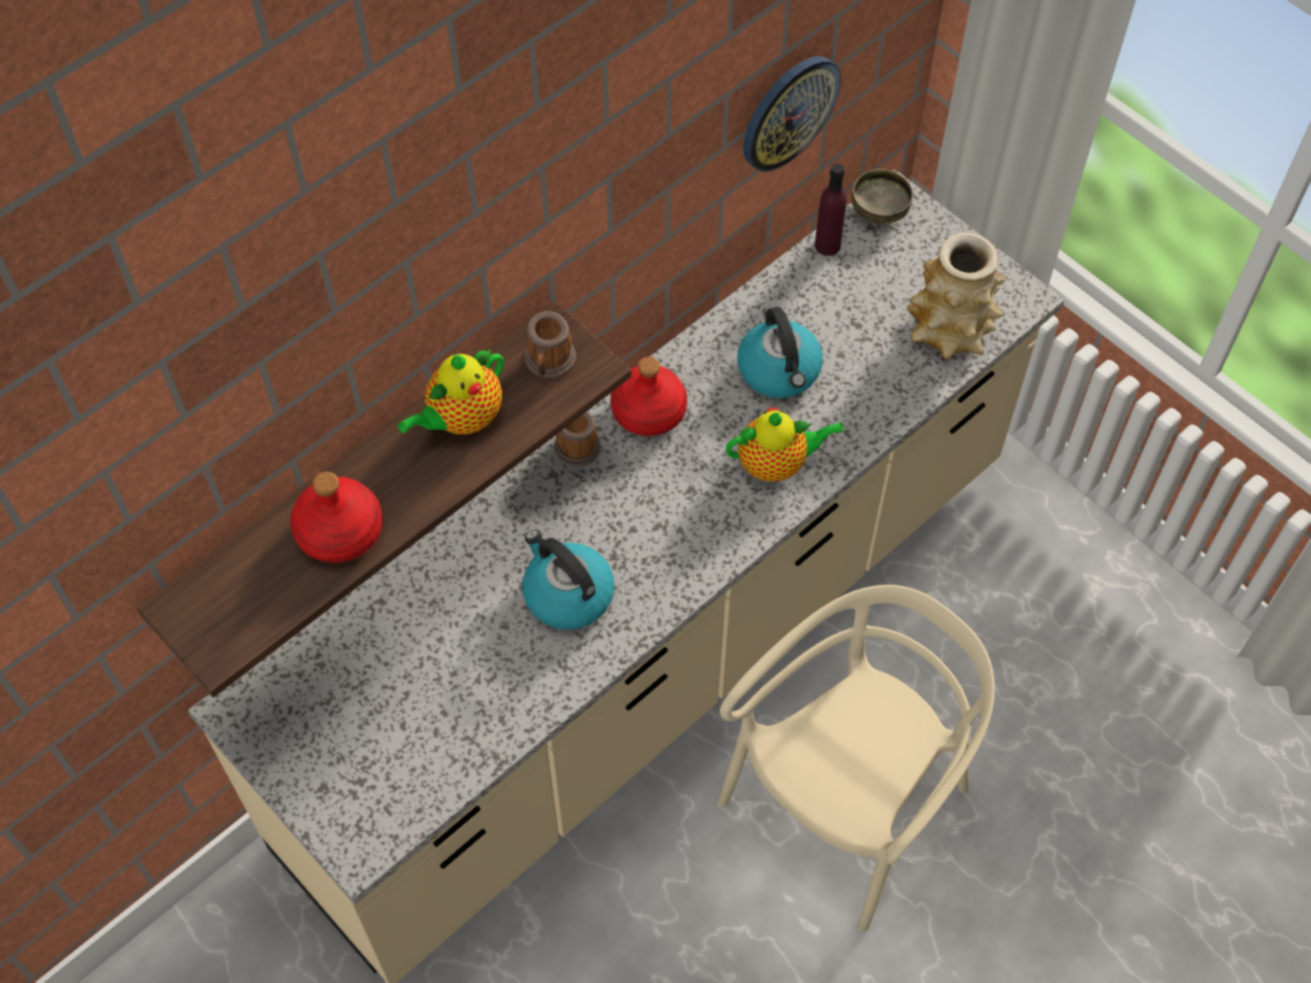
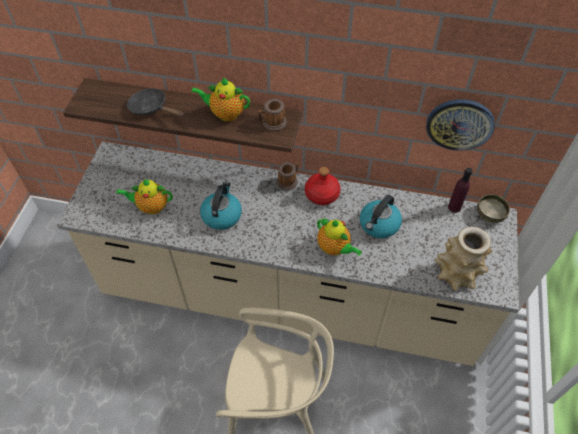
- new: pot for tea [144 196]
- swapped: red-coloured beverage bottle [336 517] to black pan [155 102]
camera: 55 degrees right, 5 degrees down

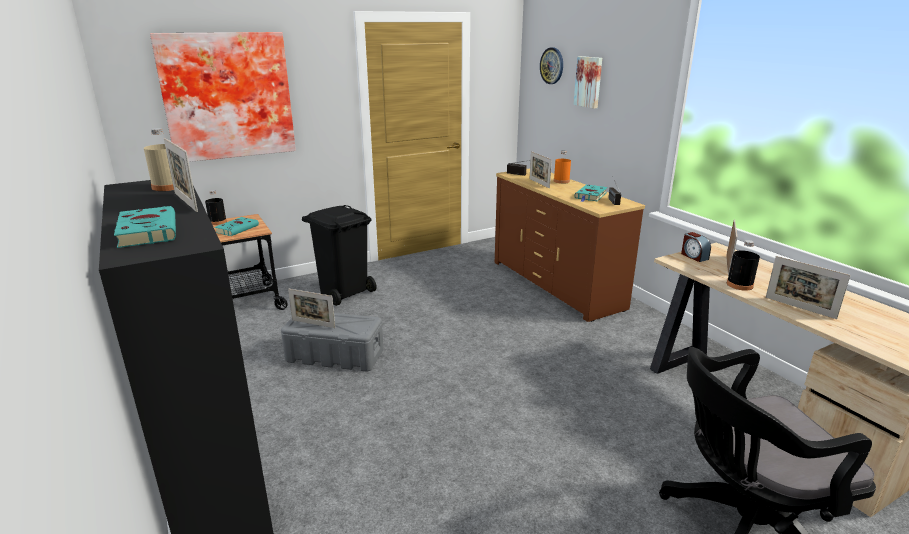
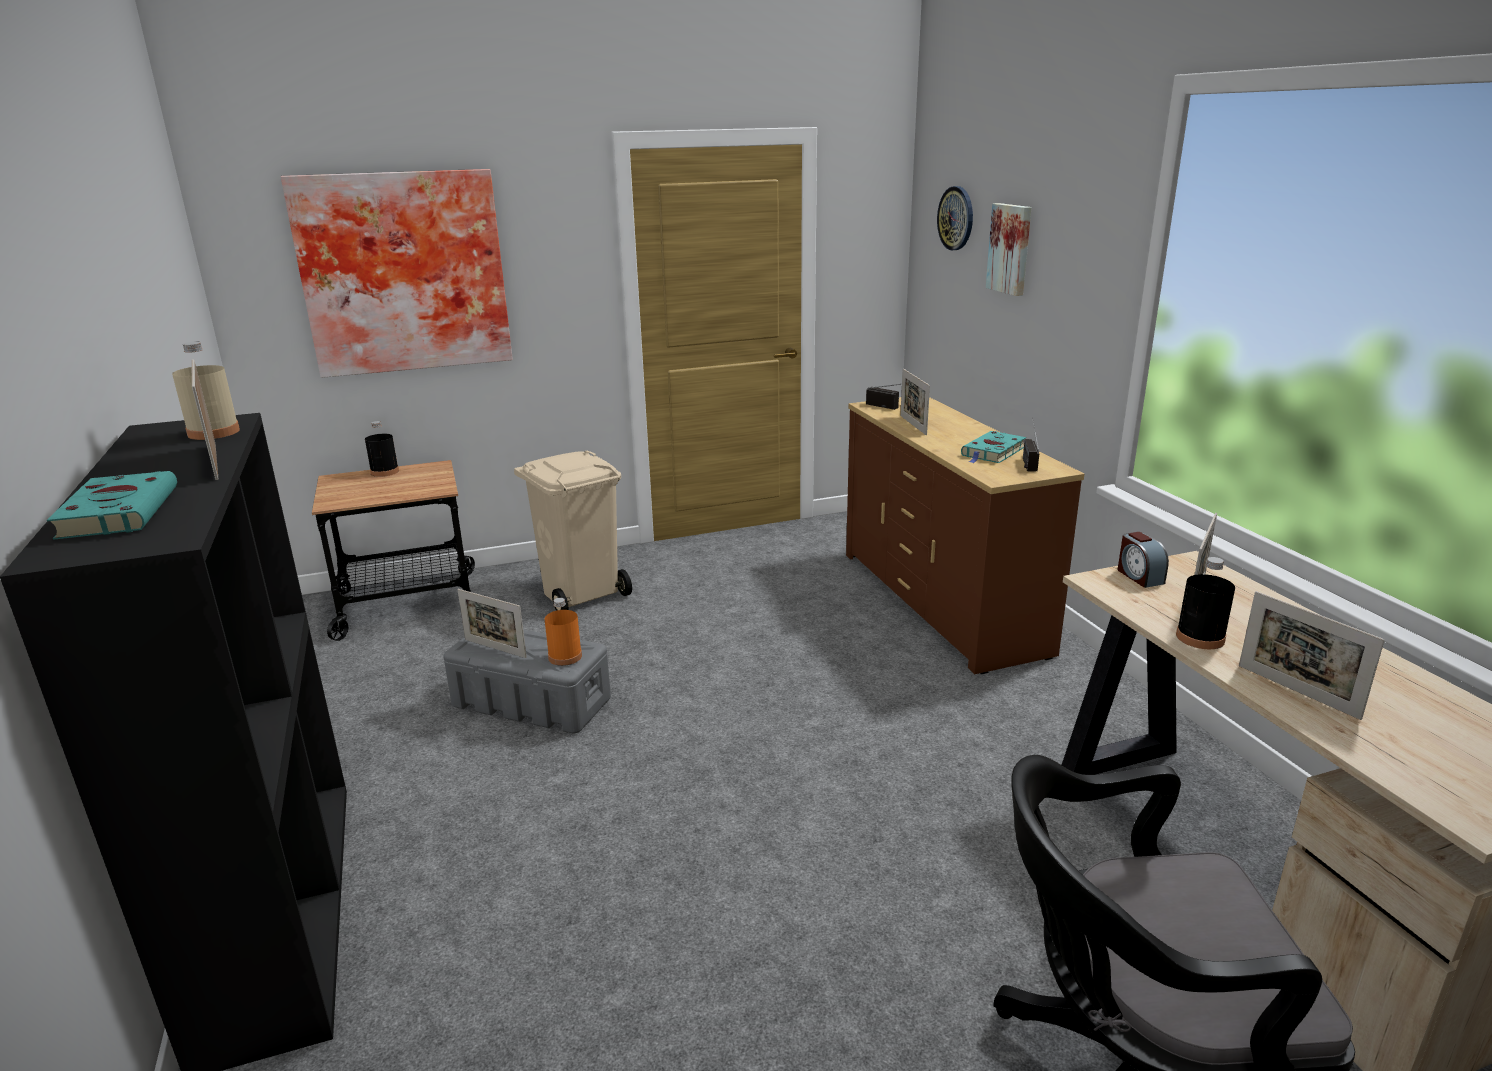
- gone: blue-green book [237 226]
- shifted: orange beverage bottle [562 167] to [563 632]
- repainted: black rubbish bin [339 255] to beige rubbish bin [573 531]
camera: 10 degrees right, 0 degrees up

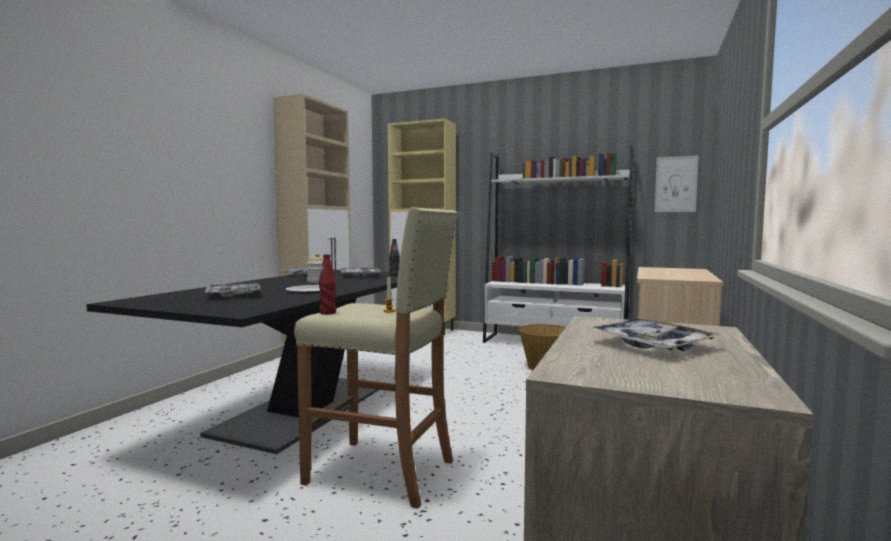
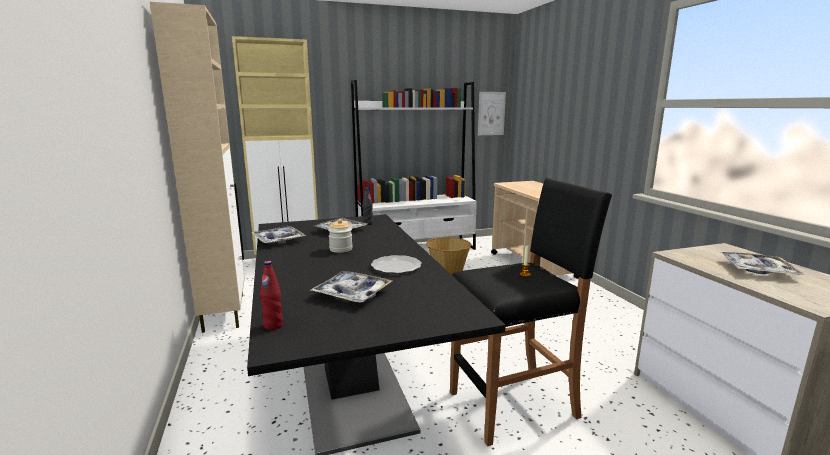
- shifted: red-coloured beverage bottle [327 284] to [271 295]
- repainted: beige stool seat [376 358] to black stool seat [531 312]
camera: 40 degrees left, 10 degrees up

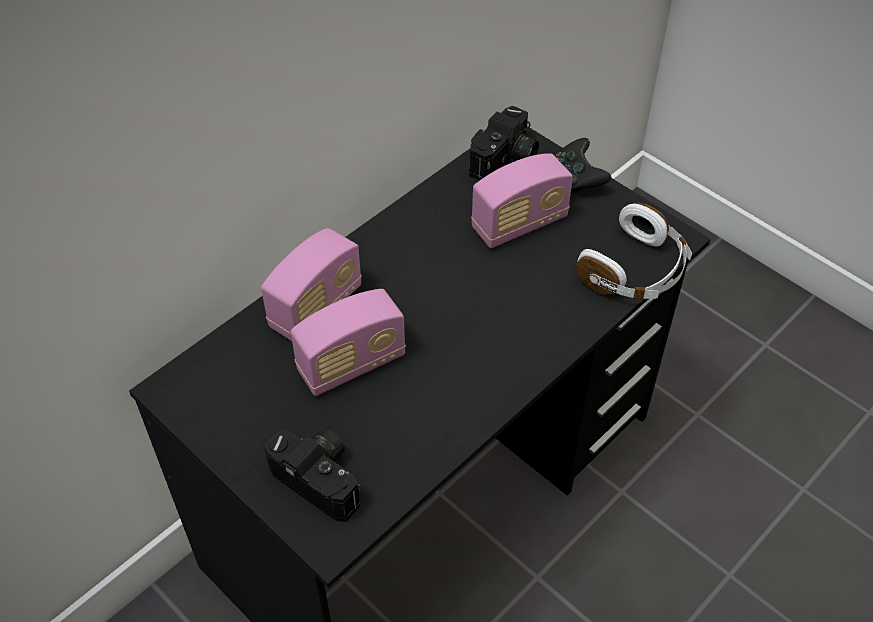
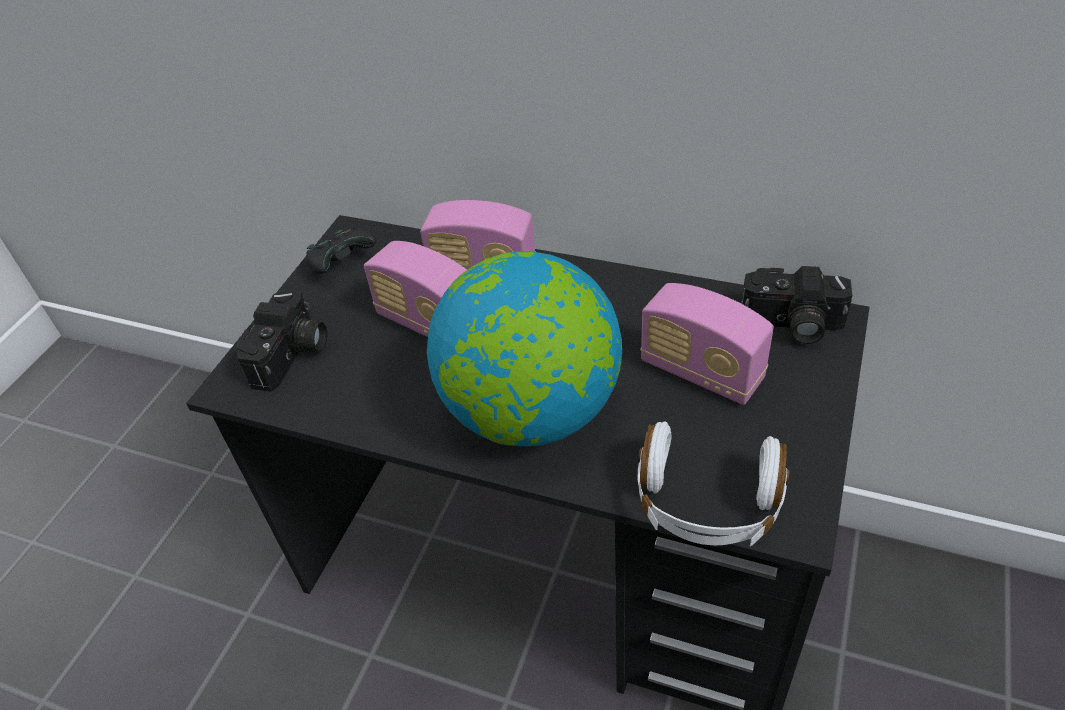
- new: globe [524 348]
- shifted: black game controller [583 166] to [341 251]
camera: 70 degrees right, 5 degrees down

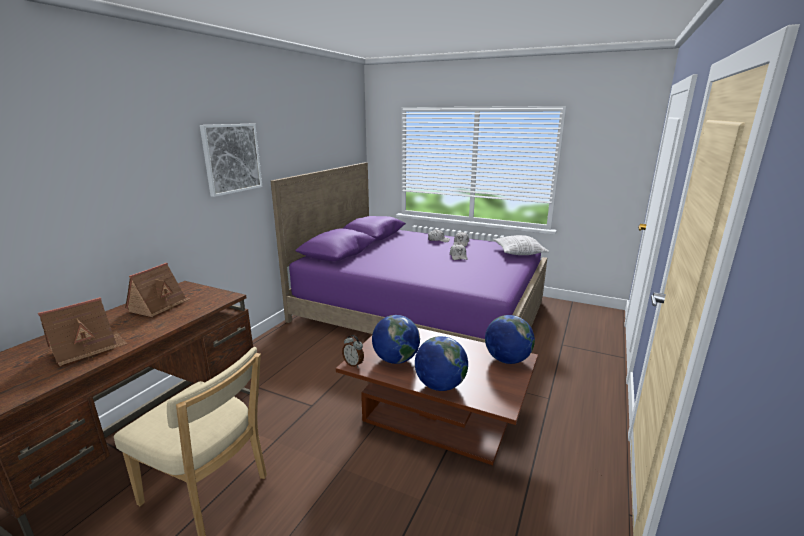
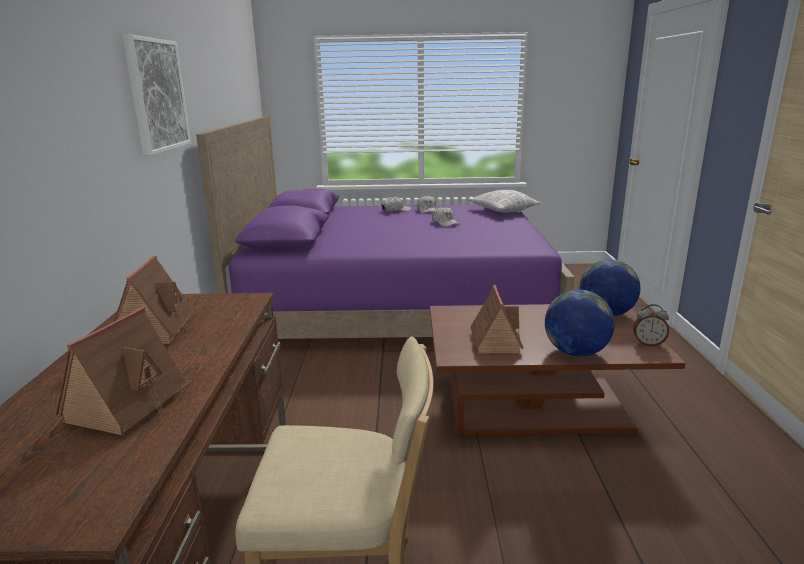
- shifted: bedside clock [353 351] to [651 325]
- swapped: globe [396 339] to model house [497 319]
camera: 25 degrees left, 0 degrees up

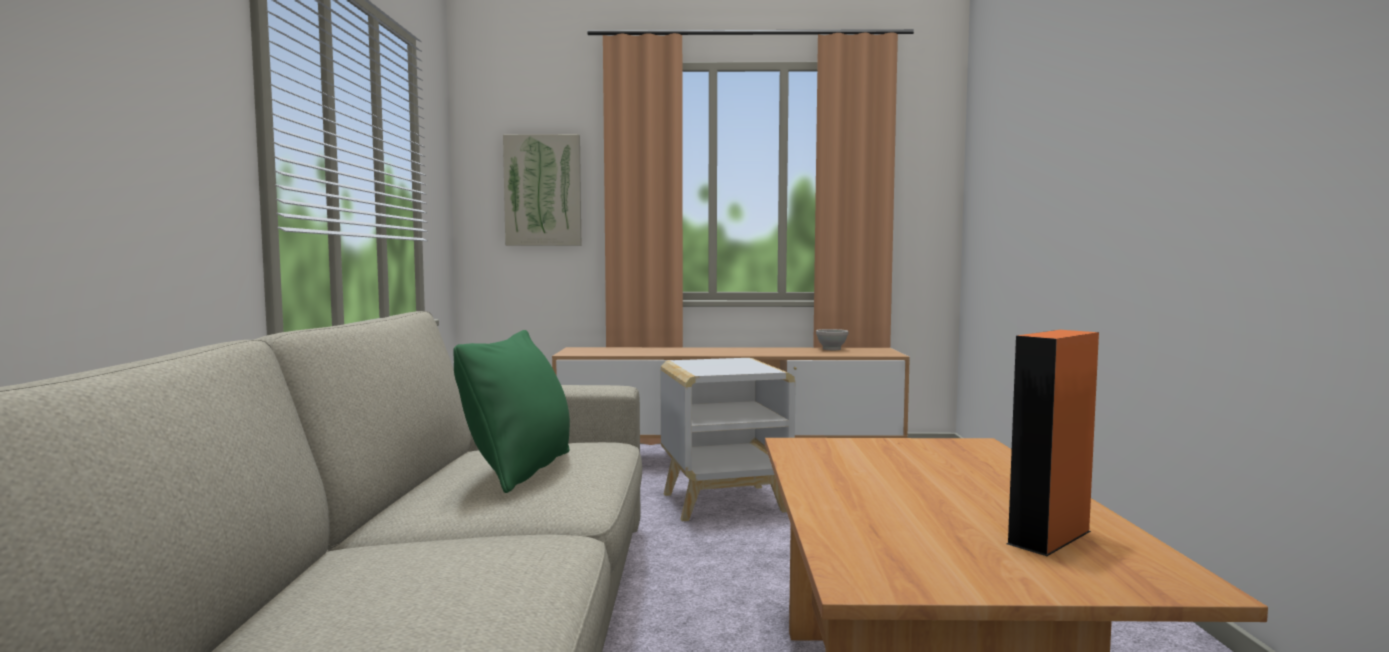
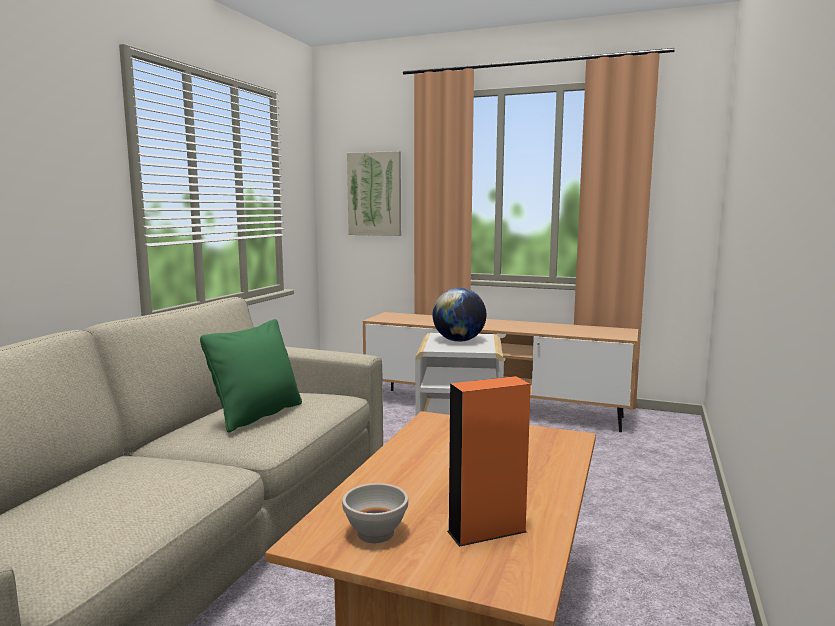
- new: globe [459 315]
- shifted: whitish bowl [832 339] to [375 513]
camera: 20 degrees right, 5 degrees up

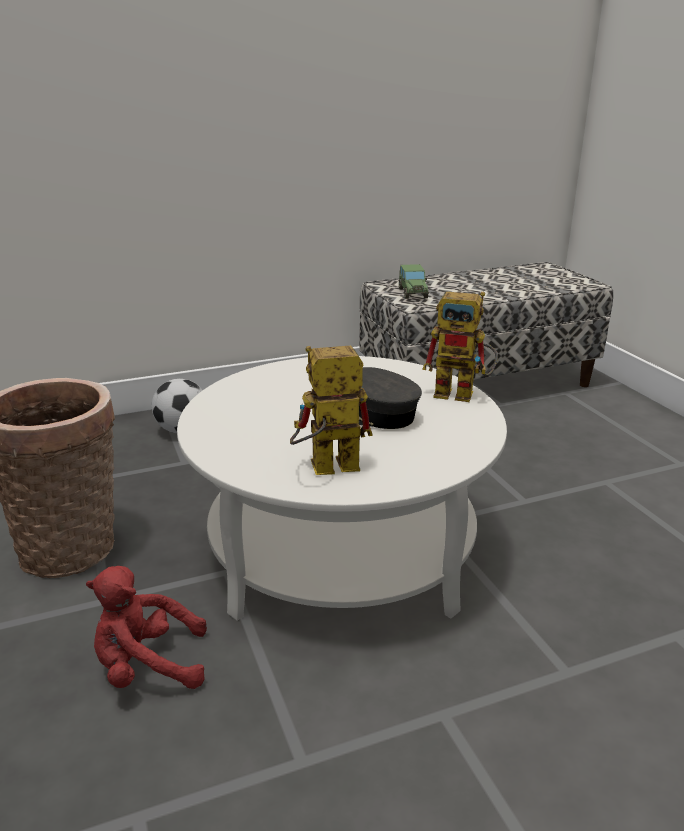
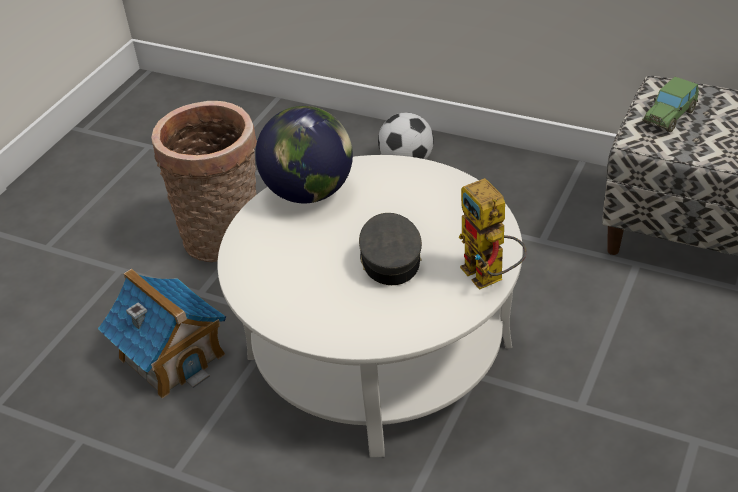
- gone: model robot [331 410]
- new: globe [304 154]
- swapped: red-coloured soft toy [146 627] to model house [162 333]
camera: 50 degrees right, 15 degrees up

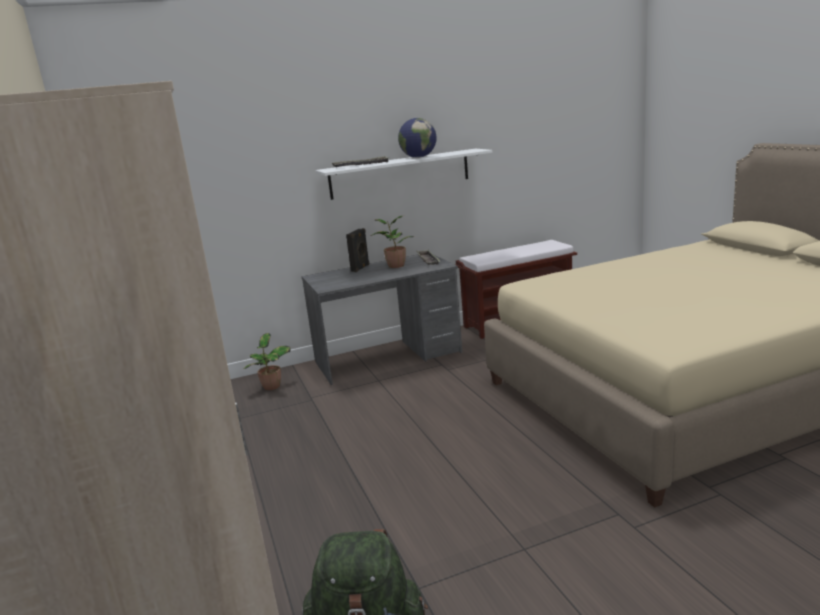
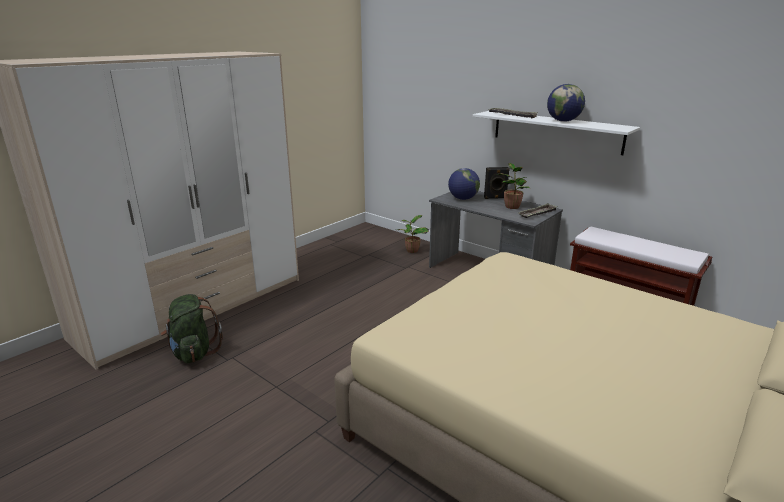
- new: globe [464 184]
camera: 60 degrees right, 5 degrees up

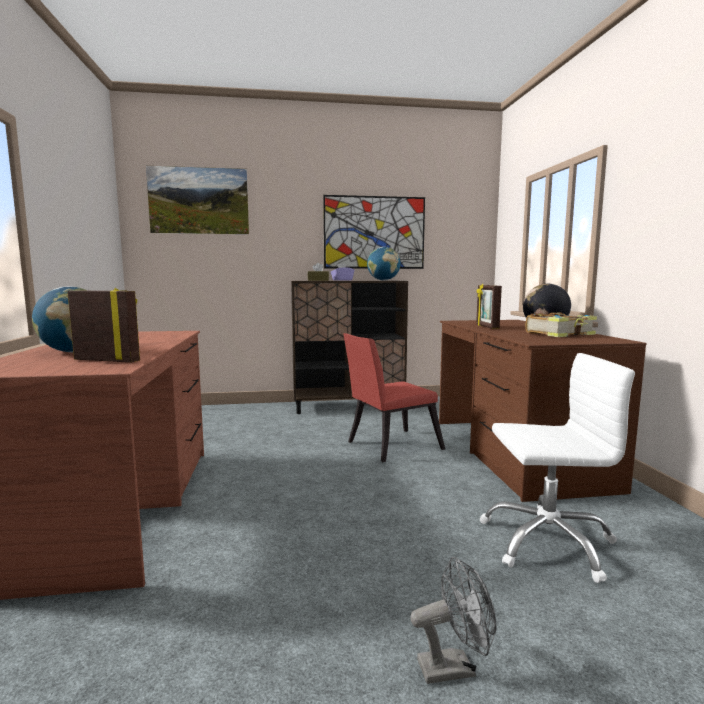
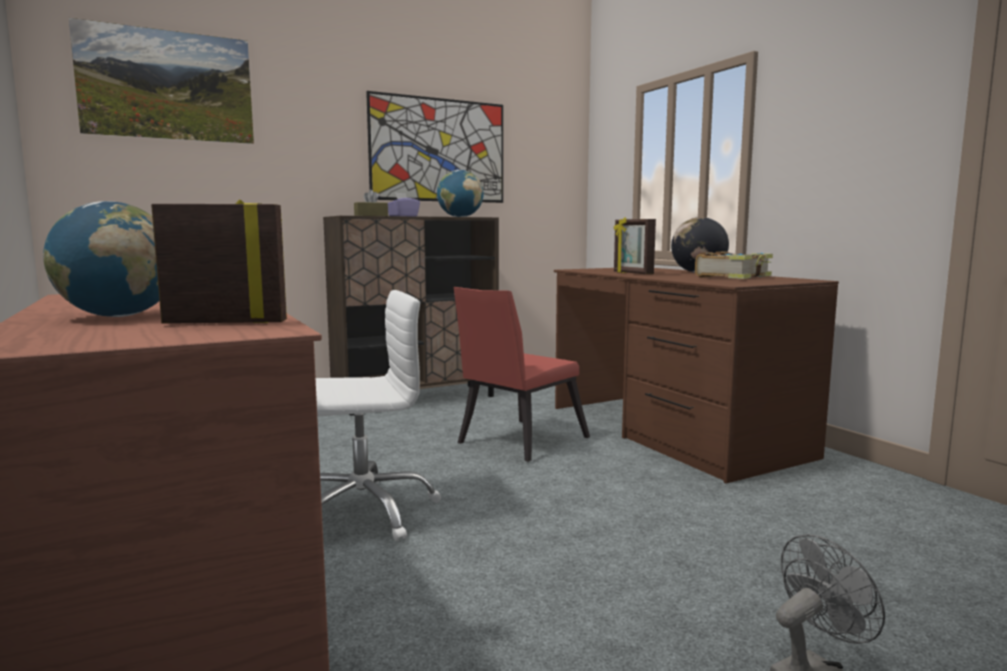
- shifted: whitish computer chair [557 468] to [378 415]
camera: 20 degrees left, 0 degrees up

